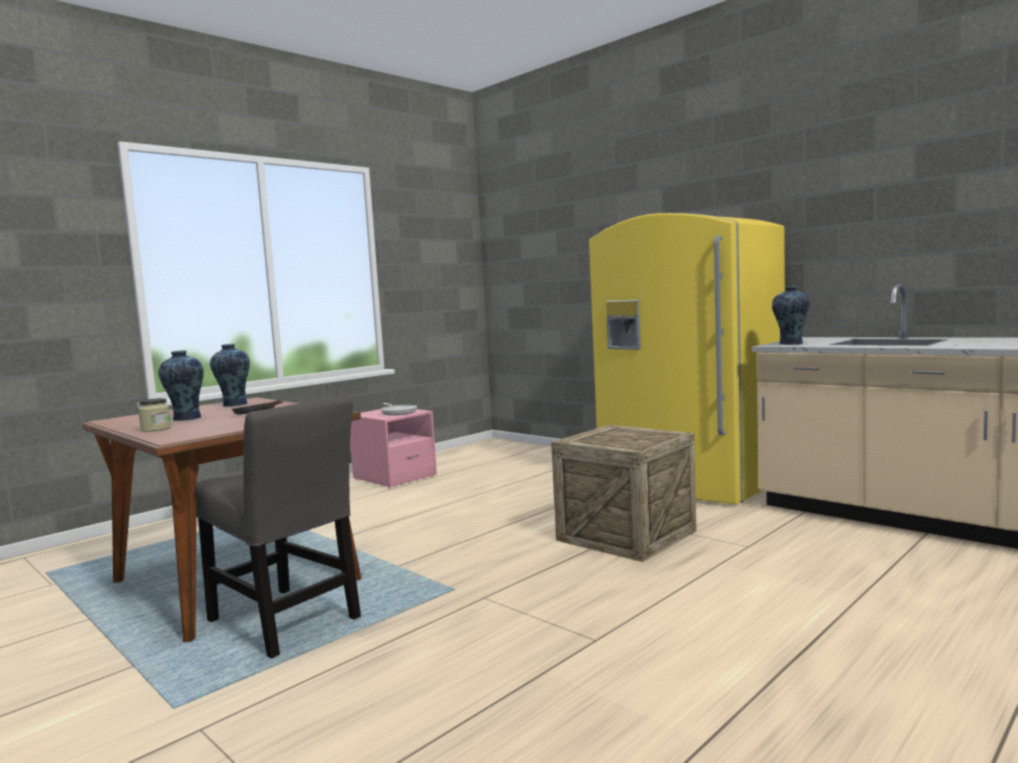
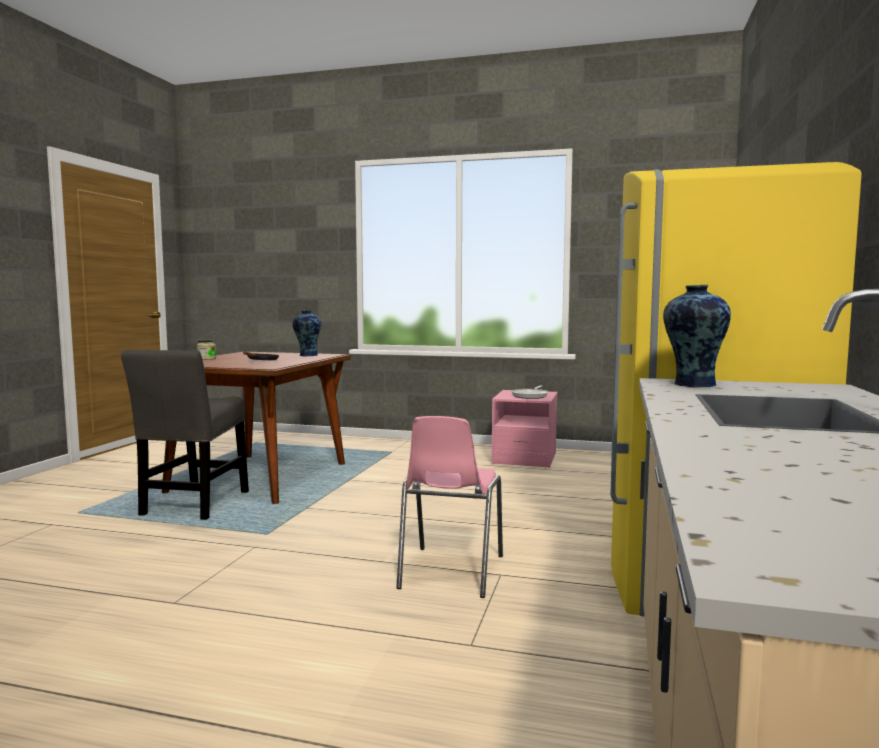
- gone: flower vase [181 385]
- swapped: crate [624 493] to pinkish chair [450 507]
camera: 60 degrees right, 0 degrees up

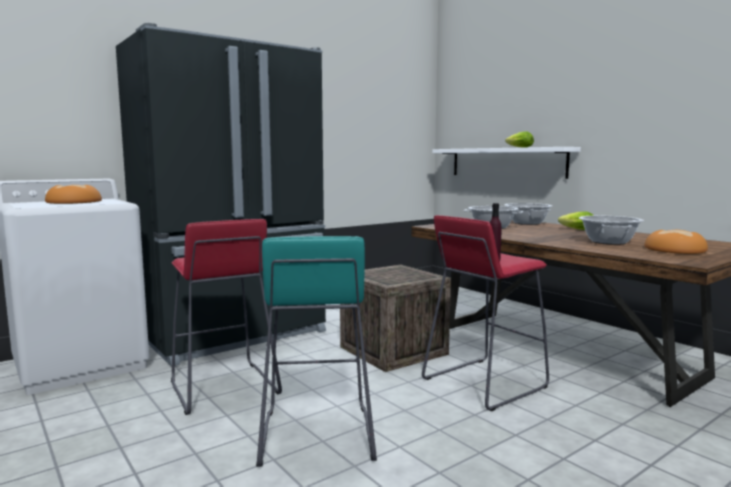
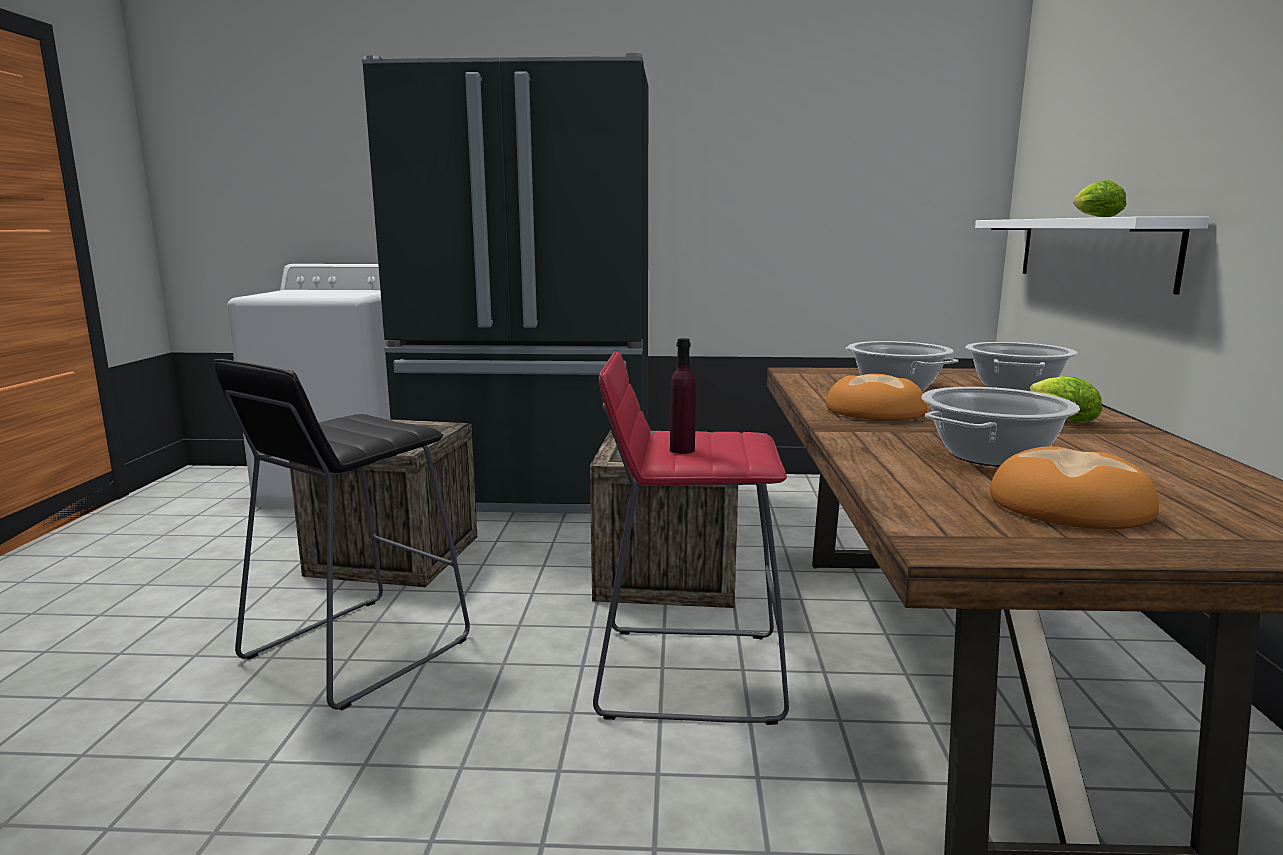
- shifted: bread [73 194] to [876 397]
- swapped: red-coloured stool seat [226 317] to crate [383 503]
- repainted: blue-green stool seat [316 351] to black stool seat [341 535]
camera: 40 degrees right, 5 degrees up

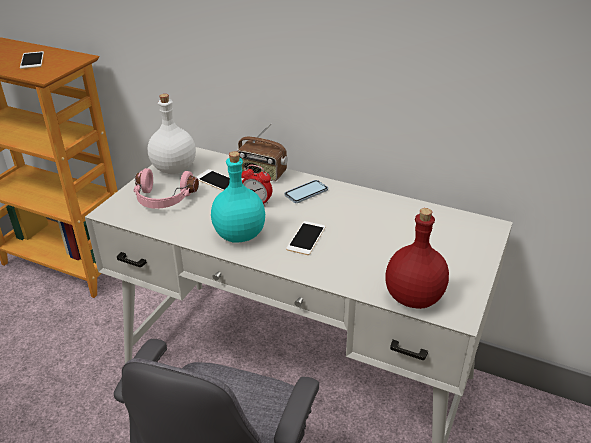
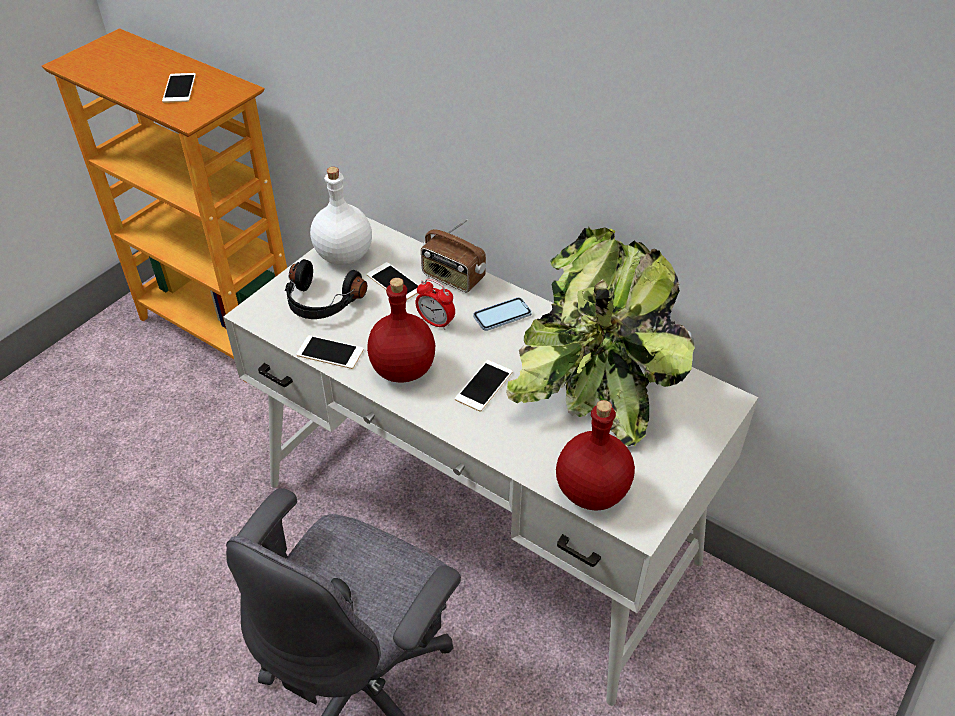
- new: phone [330 352]
- new: houseplant [600 336]
- repainted: pinkish headphones [166 188] to black headphones [326 289]
- repainted: blue-green beverage bottle [238 197] to red-coloured beverage bottle [401 330]
camera: 10 degrees right, 10 degrees up

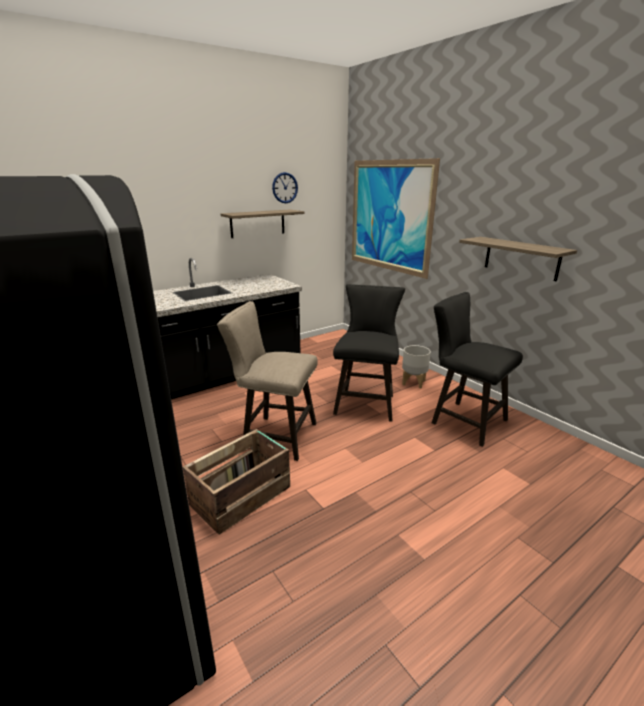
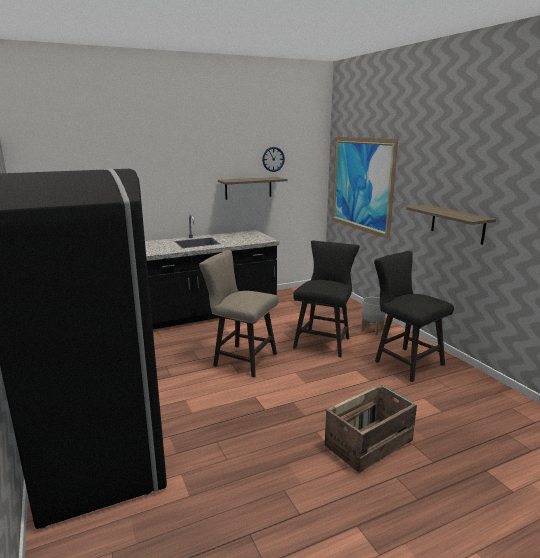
- shifted: crate [236 481] to [371 428]
camera: 10 degrees right, 5 degrees down

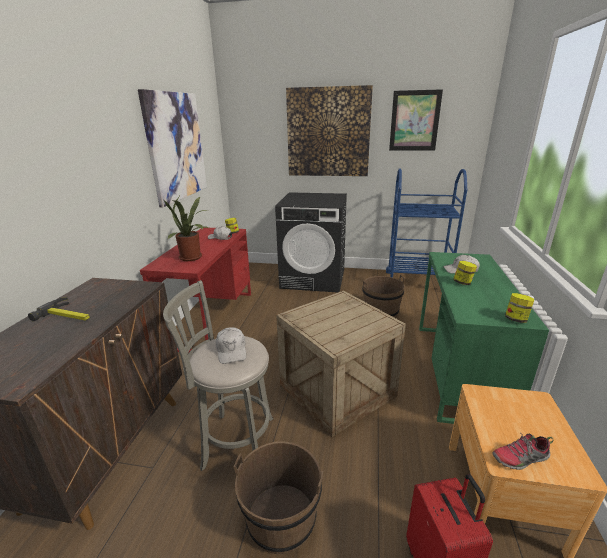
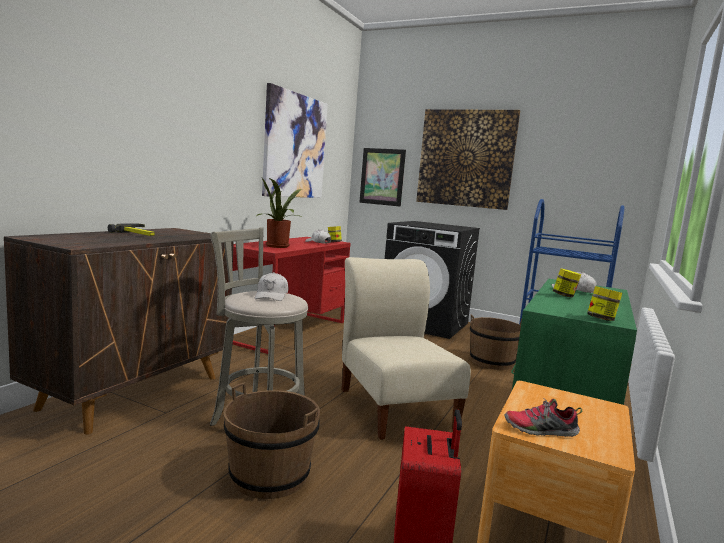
- shifted: wall picture [416 119] to [382 177]
- swapped: crate [341 363] to beige chair [406 348]
camera: 15 degrees right, 15 degrees down

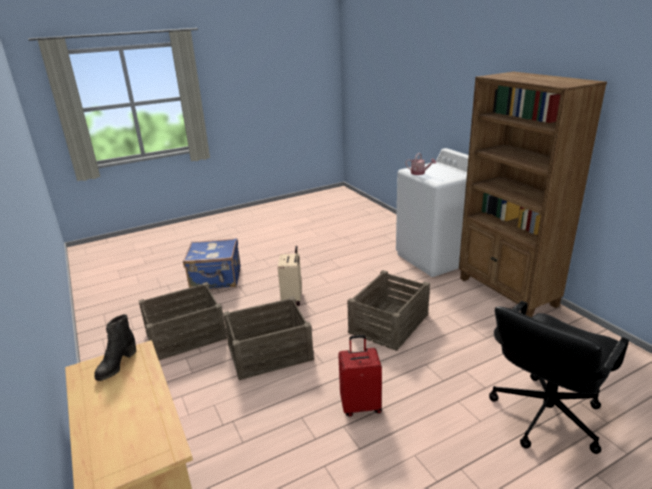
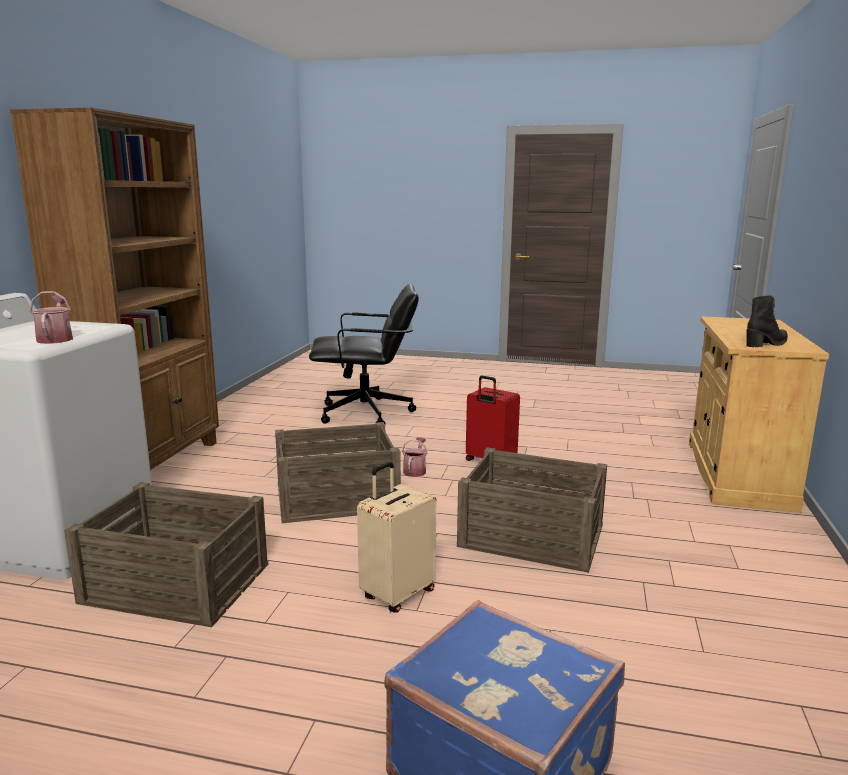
- new: sprinkling can [415 457]
- shifted: crate [182 321] to [166 554]
camera: 140 degrees left, 10 degrees down

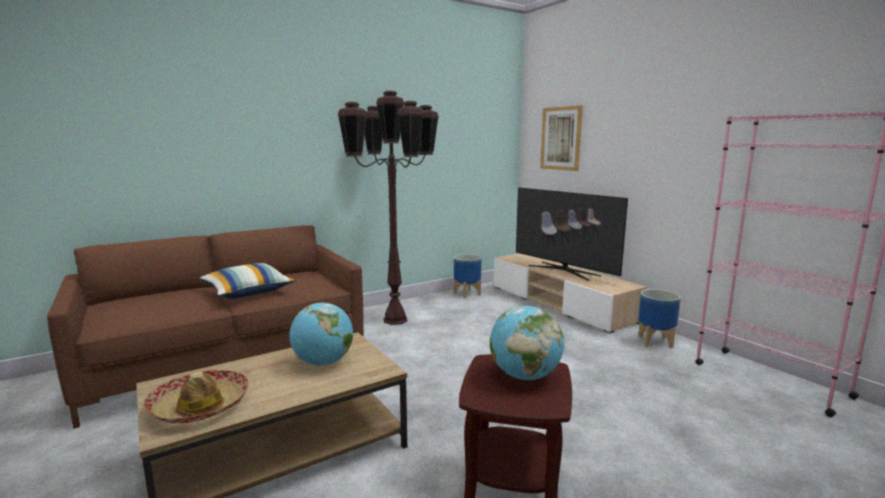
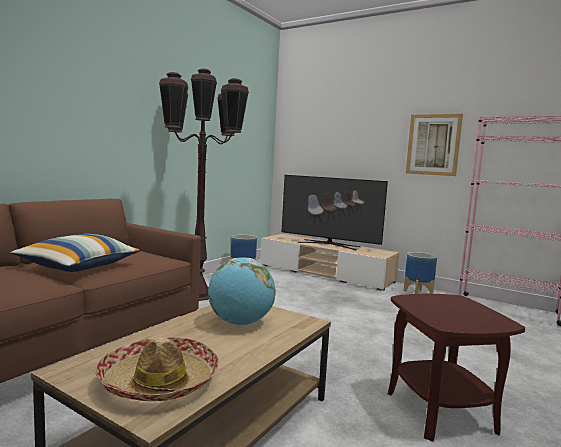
- gone: globe [527 343]
- shifted: wall picture [561 138] to [434 145]
camera: 25 degrees left, 5 degrees down

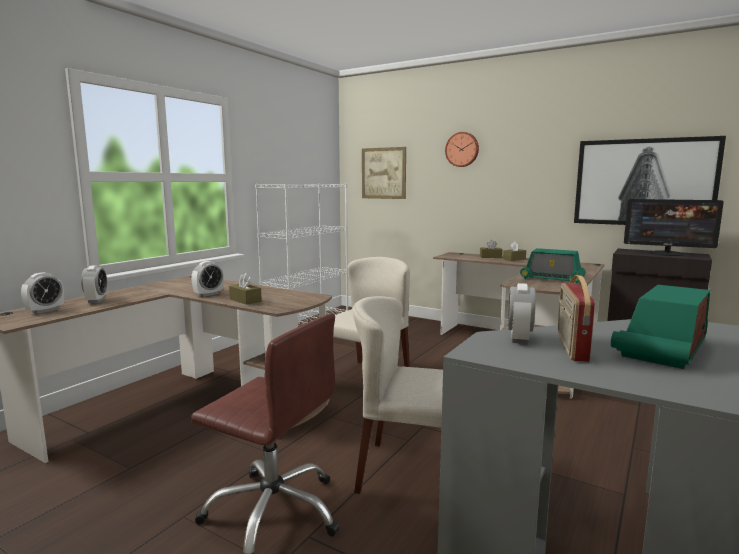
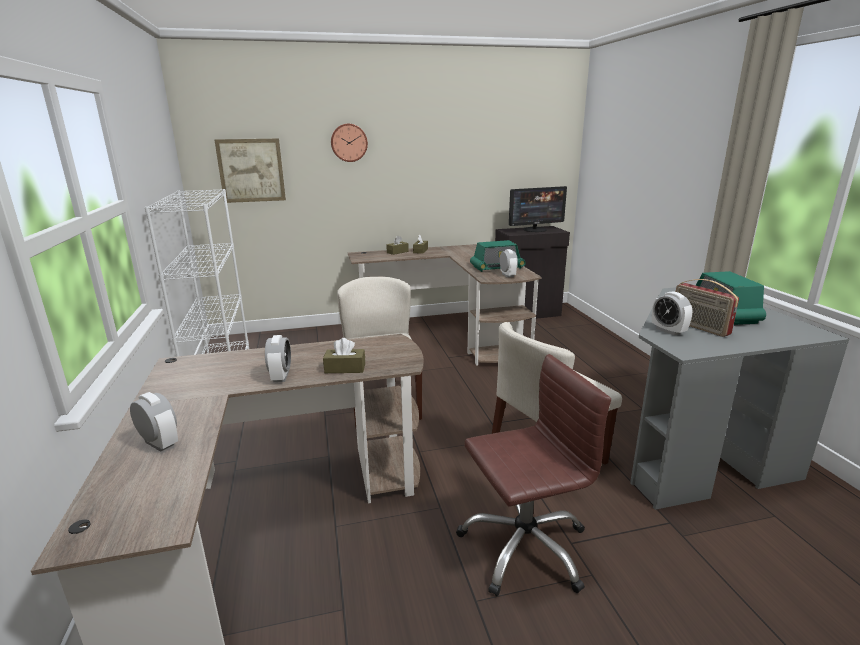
- gone: wall picture [650 180]
- shifted: bedside clock [42 293] to [509 263]
camera: 45 degrees left, 10 degrees up

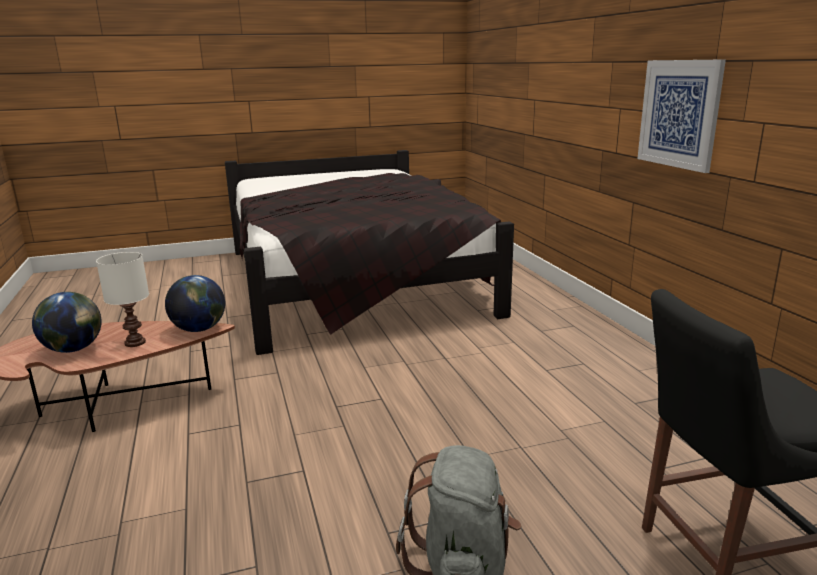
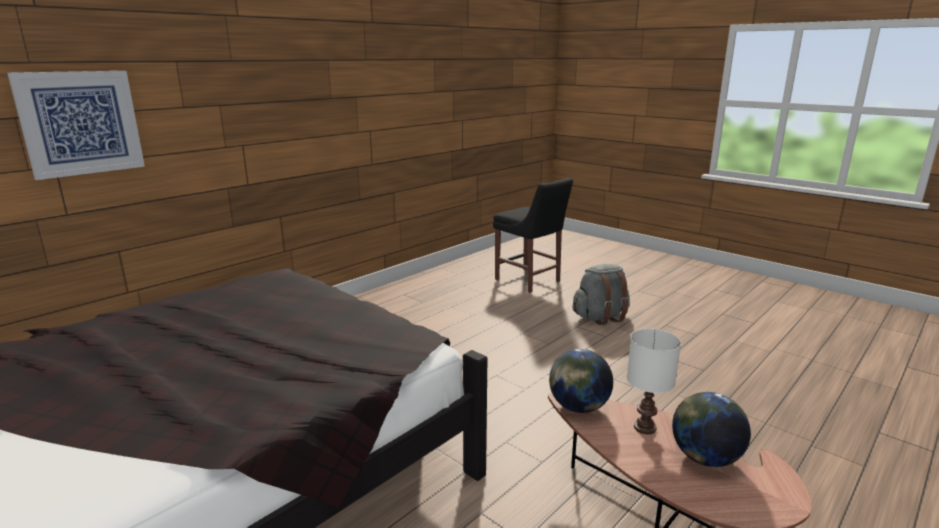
- shifted: wall picture [681 116] to [76 125]
camera: 120 degrees left, 0 degrees up

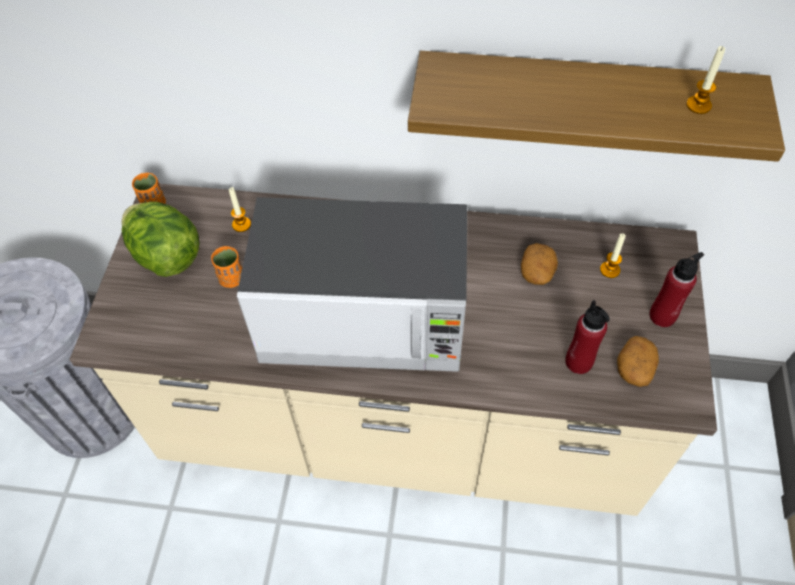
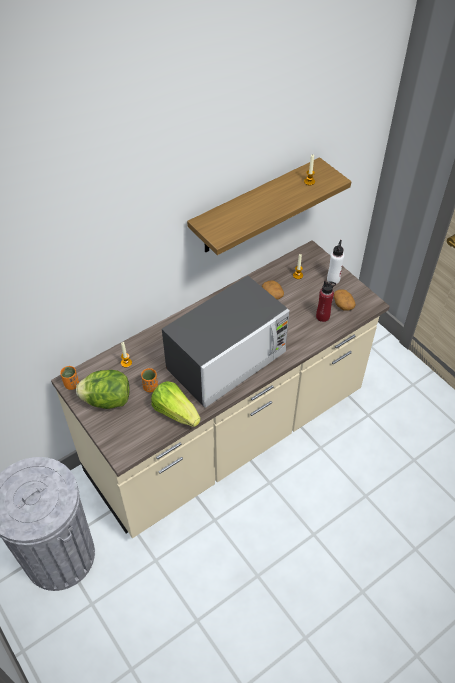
- new: lettuce [176 404]
- repainted: red-coloured beverage bottle [676 289] to whitish beverage bottle [335 262]
camera: 45 degrees left, 5 degrees down

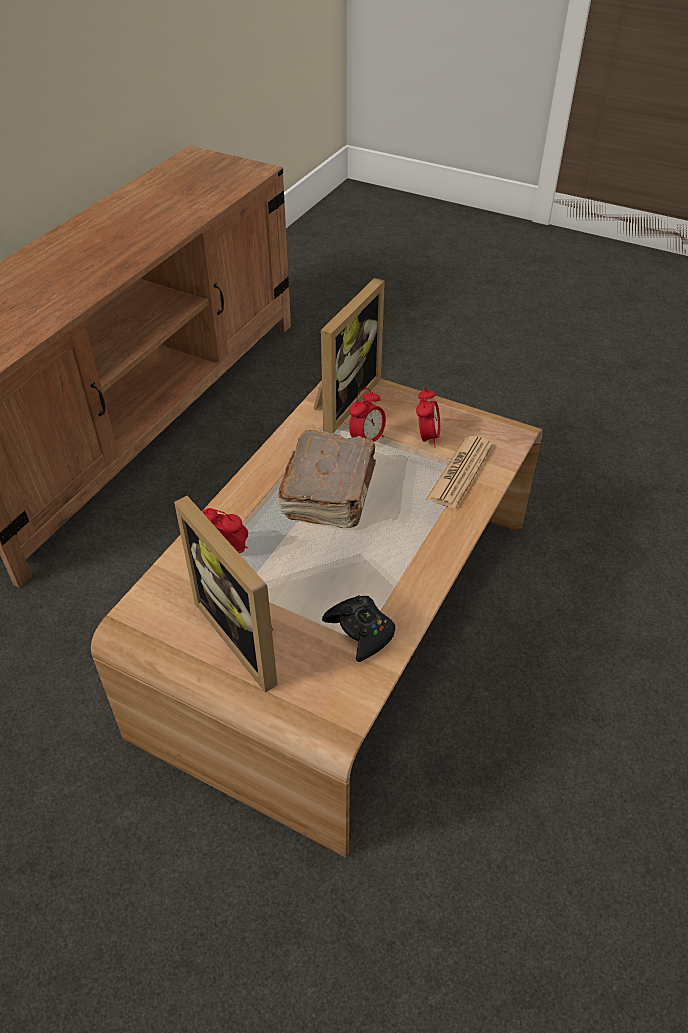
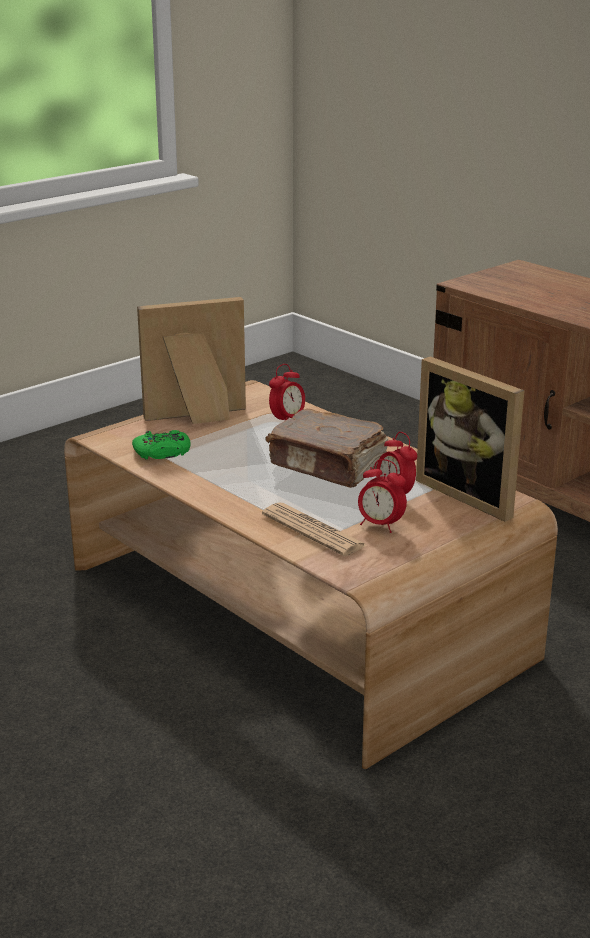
- repainted: black game controller [358 628] to greenish game controller [161 444]
camera: 110 degrees right, 20 degrees down

